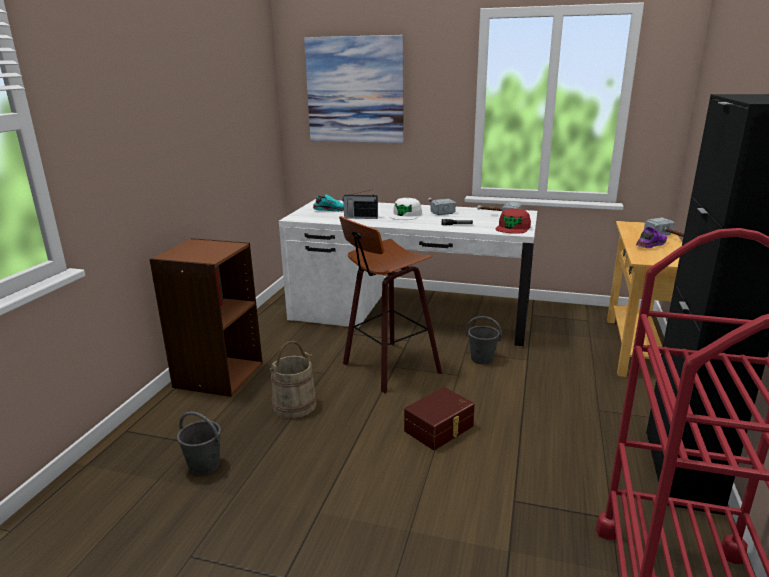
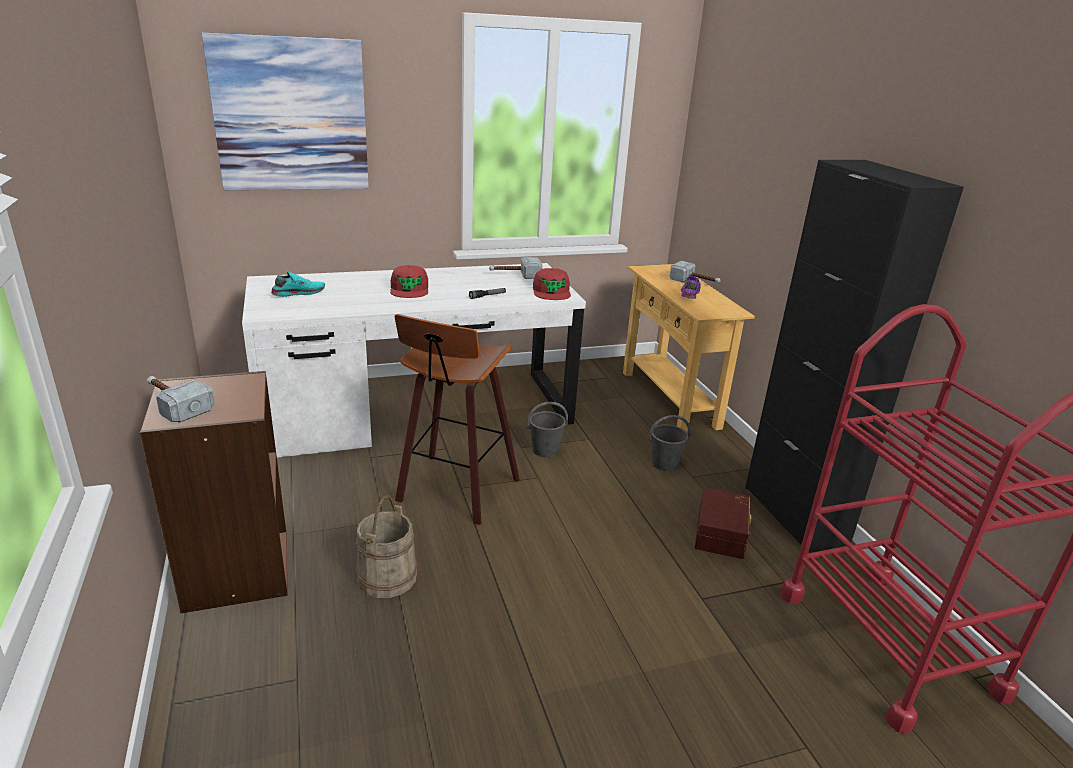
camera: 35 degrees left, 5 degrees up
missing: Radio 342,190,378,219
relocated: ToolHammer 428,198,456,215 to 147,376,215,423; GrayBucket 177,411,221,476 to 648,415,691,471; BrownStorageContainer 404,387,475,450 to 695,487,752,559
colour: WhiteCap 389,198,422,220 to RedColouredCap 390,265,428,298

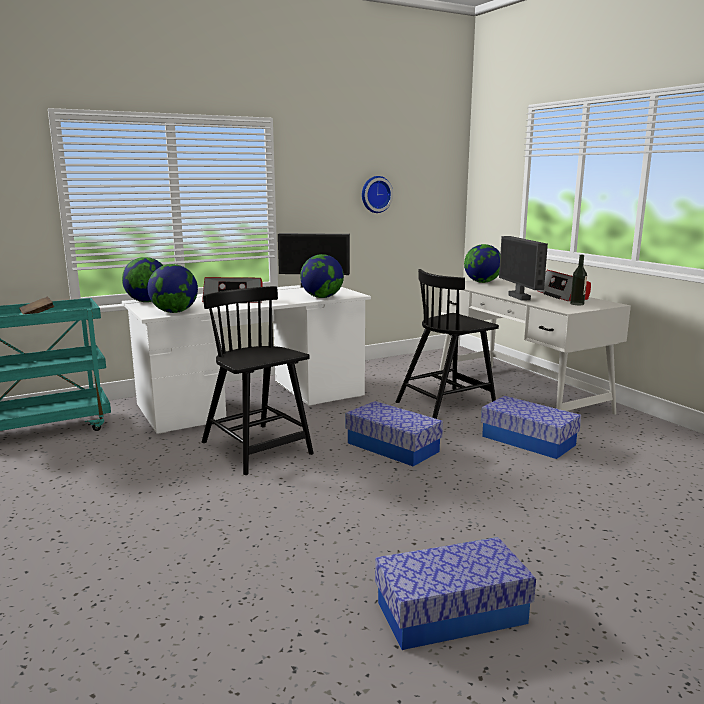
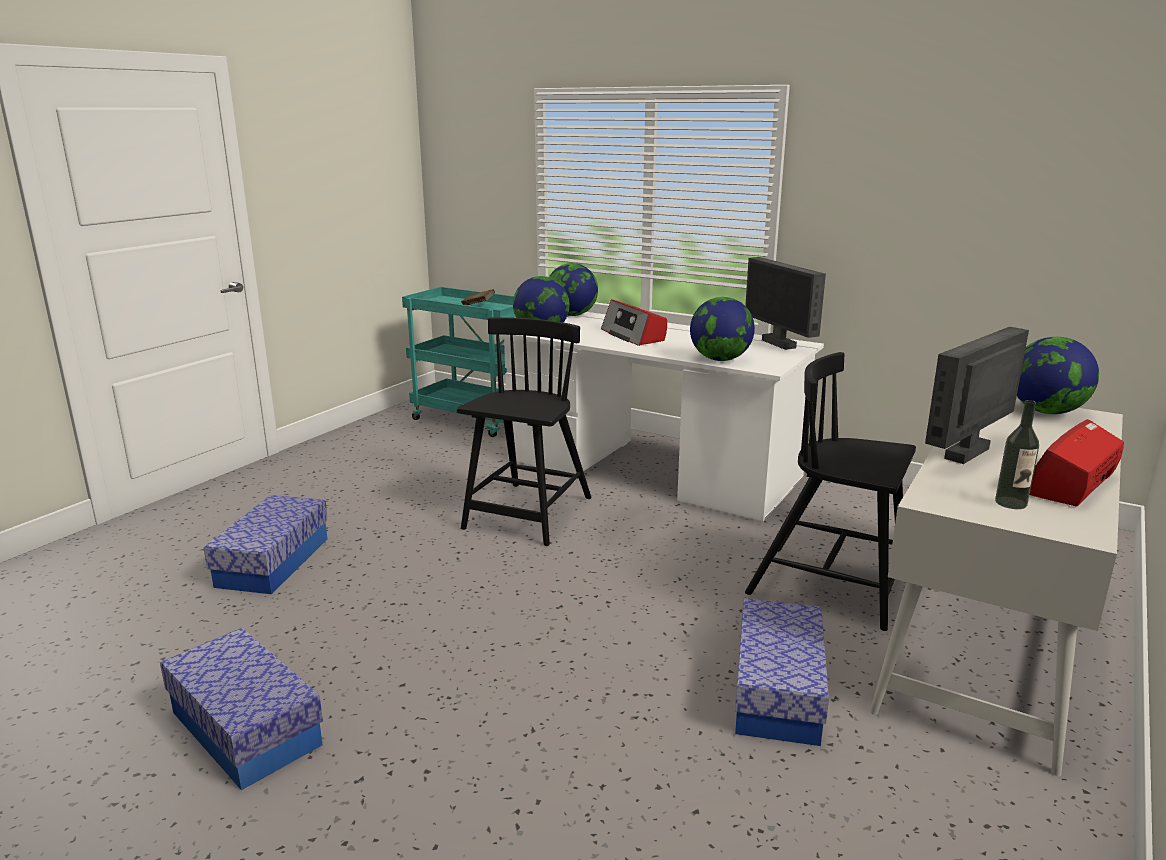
camera: 60 degrees right, 5 degrees up
missing: WallClock 362,176,393,213
relocated: StorageContainer 346,401,443,466 to 204,495,328,594

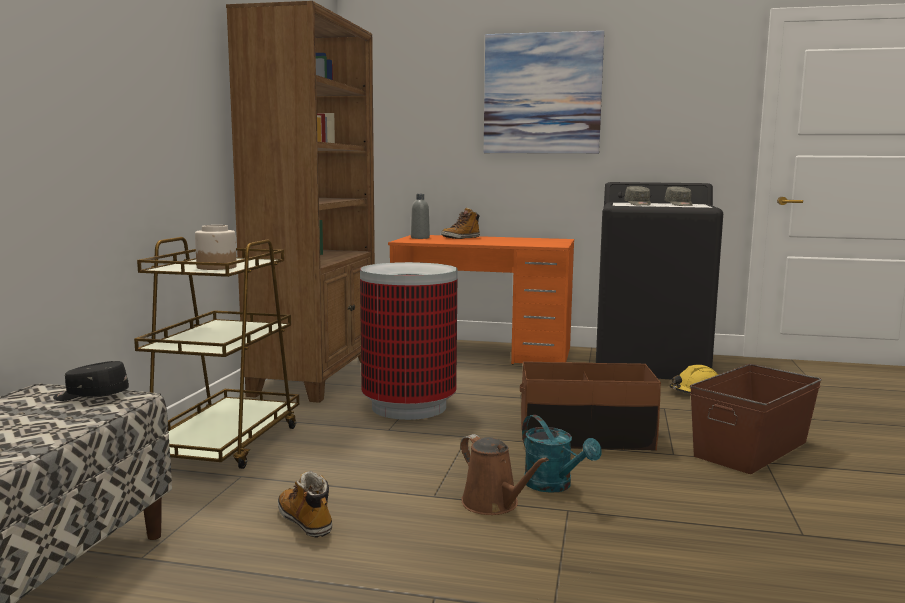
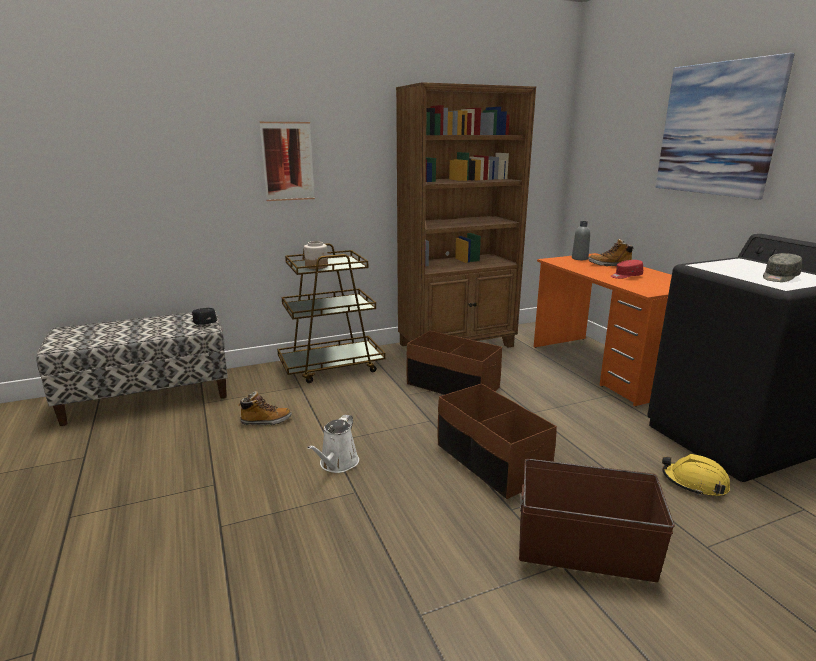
camera: 55 degrees right, 10 degrees up
missing: TurquoiseColouredWateringCan 522,415,602,493; GrayCap 624,186,651,205
appeared: WallPicture 260,122,315,201; RedColouredCap 611,260,643,279
exchanged: RubbishBin 360,262,457,420 to BrownStorageContainer 406,331,502,395
colour: BrownWateringCan 461,434,549,515 to WhiteWateringCan 307,415,359,473
spun: Boot 278,471,332,538 = 238,391,292,425 60 degrees clockwise

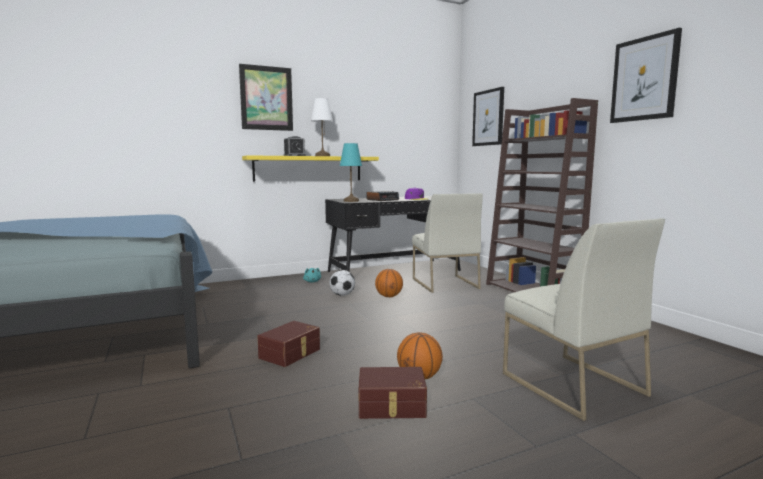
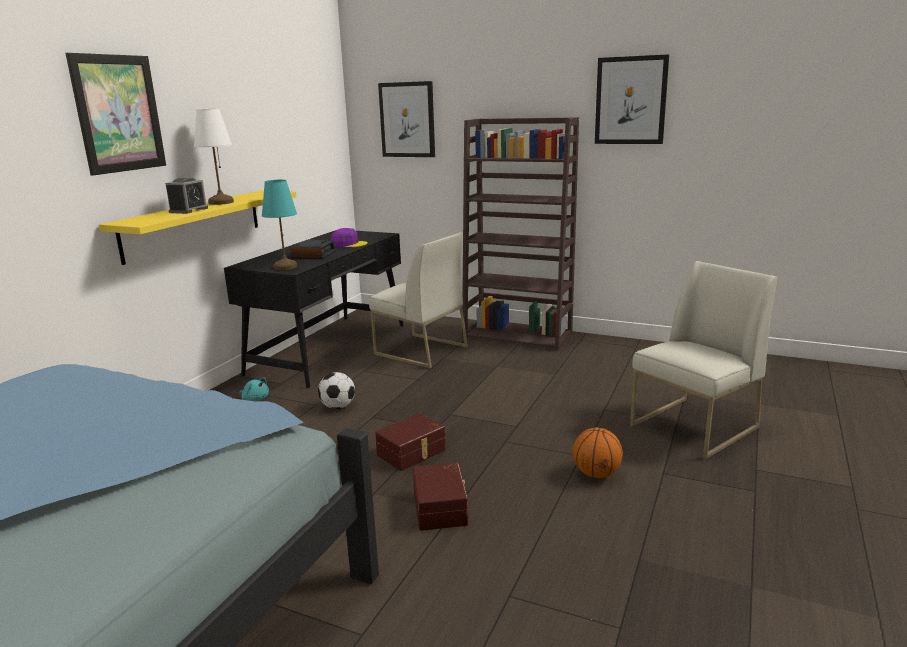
camera: 40 degrees left, 10 degrees up
missing: BallForBasketball 375,269,403,297
relocated: BrownStorageContainer 359,367,427,419 to 375,413,446,471
spun: WhitePlainChair 503,218,665,421 = 630,261,777,459 60 degrees counterclockwise

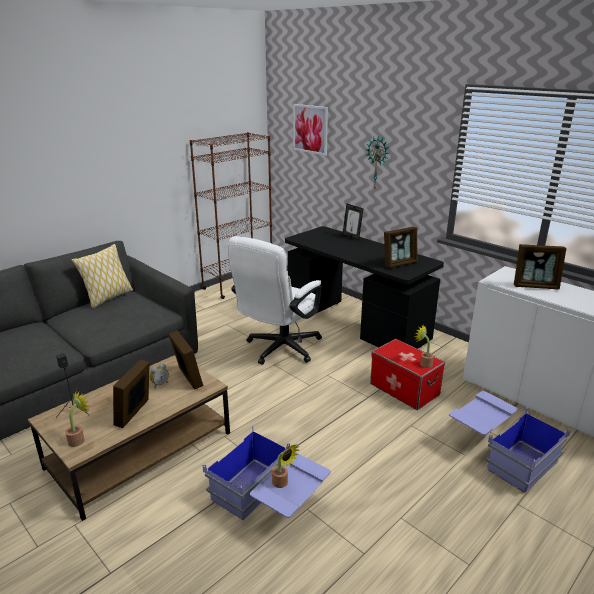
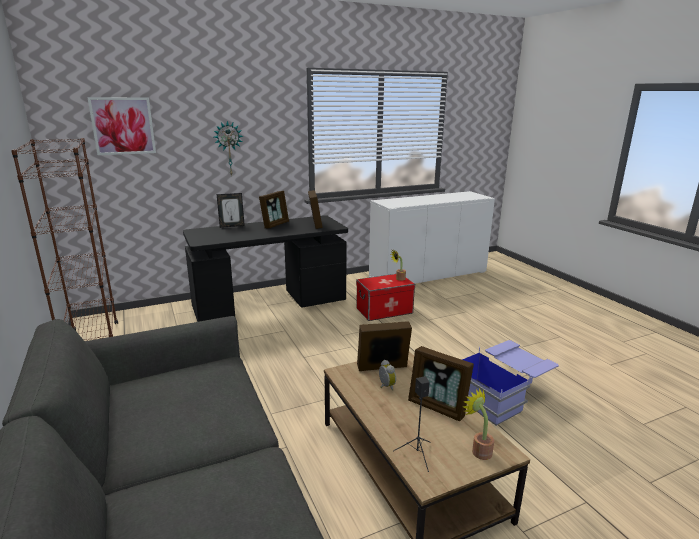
camera: 70 degrees left, 5 degrees down
missing: Pillow 72,244,133,309; WhiteDeskChair 228,236,322,365; Houseplant 272,444,299,488; BluishStorageContainer 449,391,571,493
relocated: PhotoFrame 514,244,566,290 to 259,191,289,228

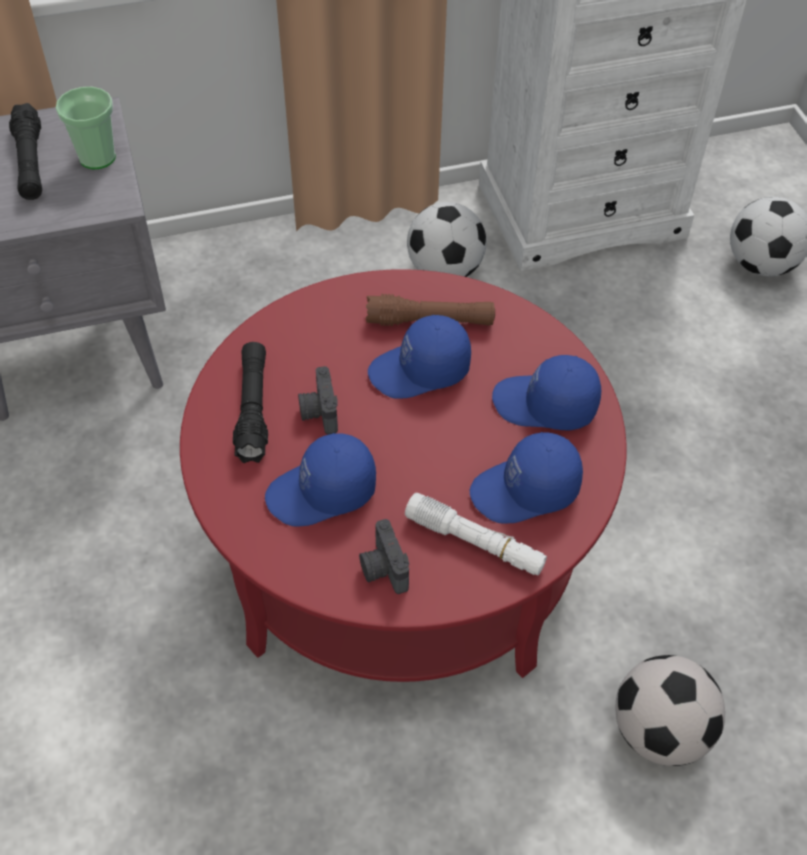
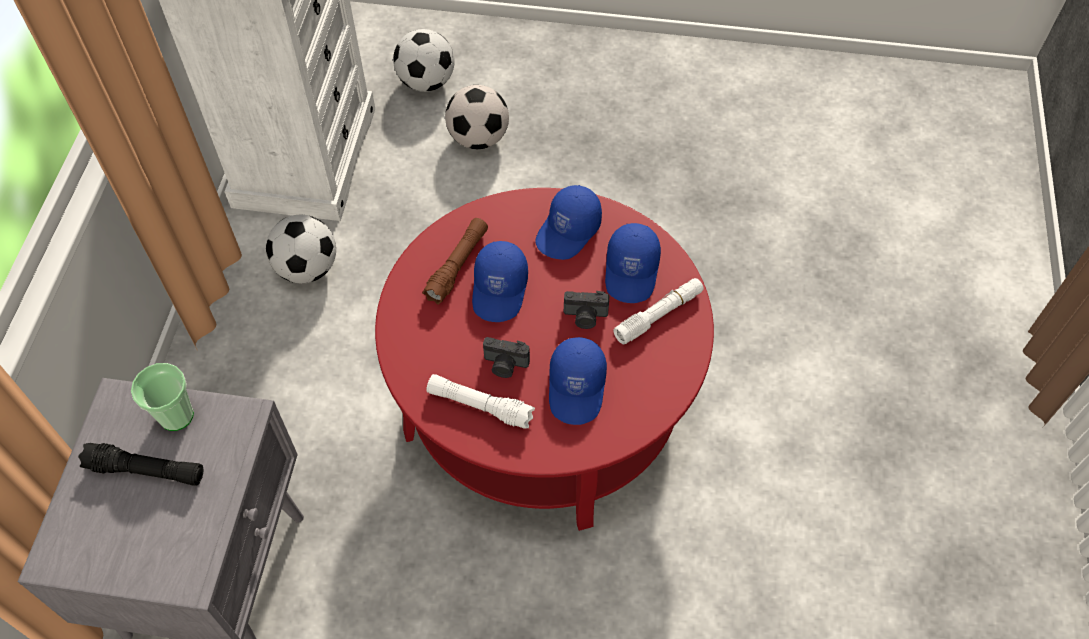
camera: 65 degrees left, 5 degrees up
relocated: Football 615,655,725,766 to 445,85,509,149; PhotoCamera 359,519,409,594 to 564,291,609,329
colour: BlackTorch 233,342,268,463 to WhiteTorch 426,374,535,429

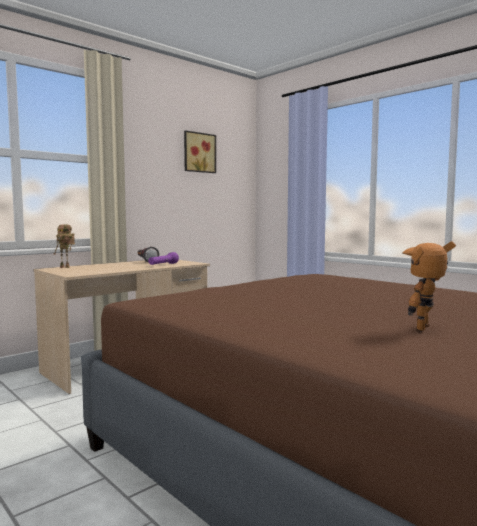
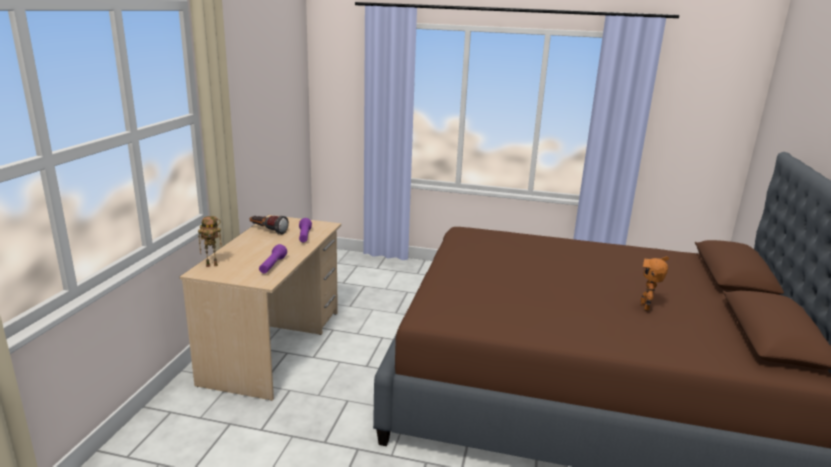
camera: 35 degrees left, 15 degrees up
missing: WallPicture 184,130,216,173
appeared: PurpleTorch 259,244,287,274

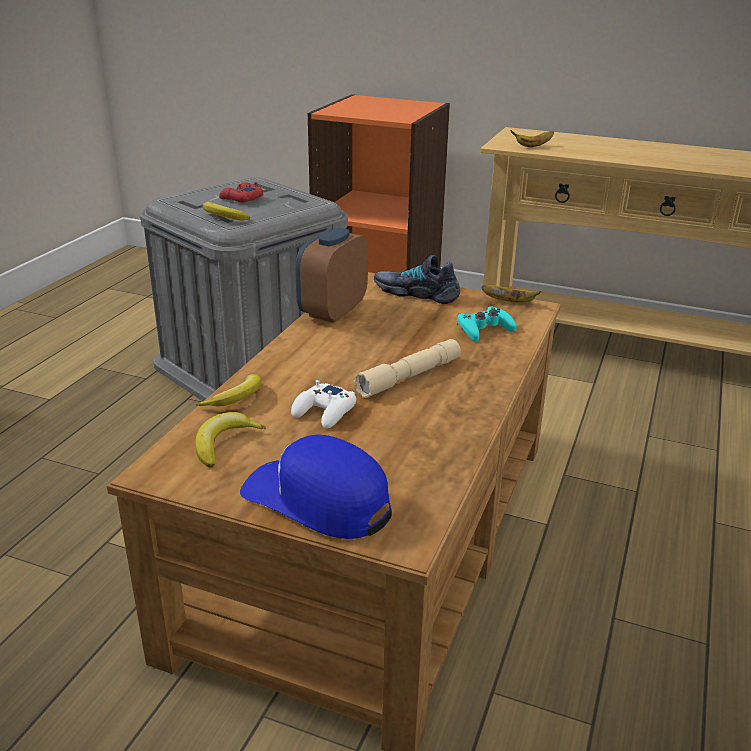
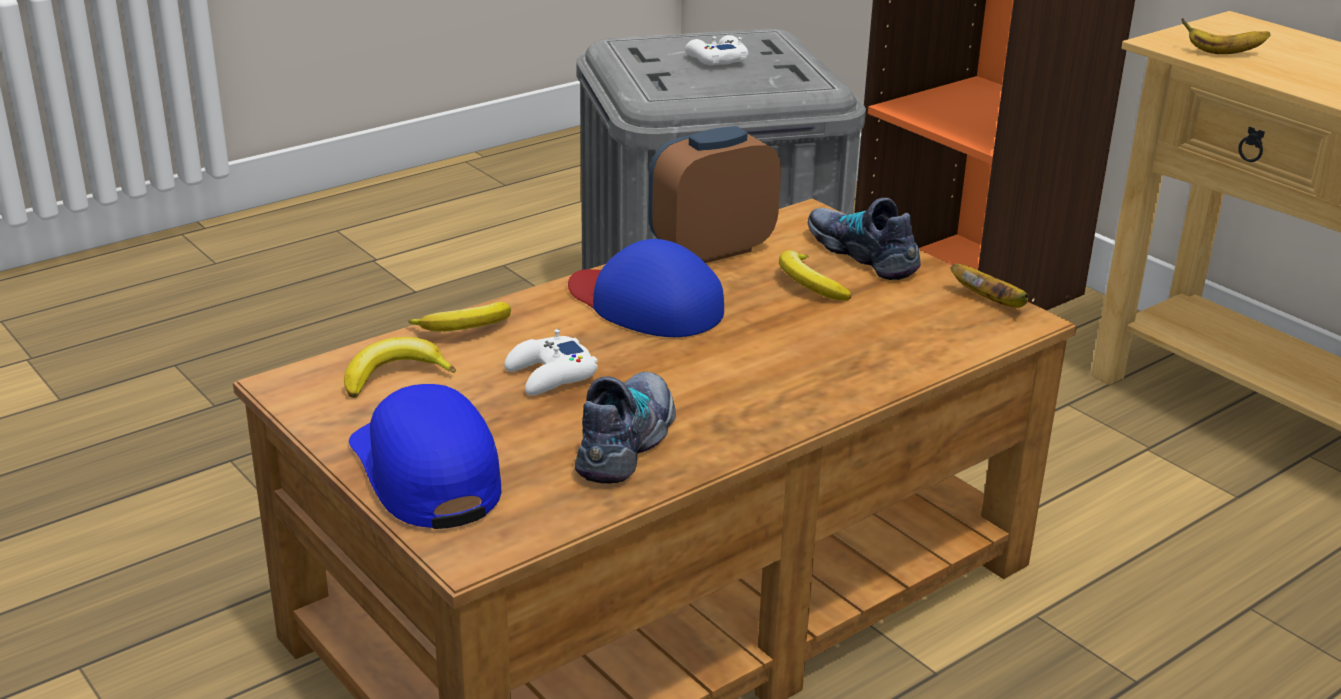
camera: 30 degrees right, 0 degrees up
missing: BeigeTorch 354,339,461,398; TurquoiseColouredGameController 457,306,517,342
appeared: BluishCap 568,239,724,337; LowShoe 575,372,676,484
relocated: BananaFruit 203,202,250,220 to 779,250,851,300
colour: RedColouredGameController 219,182,263,203 to WhiteGameController 685,35,748,65

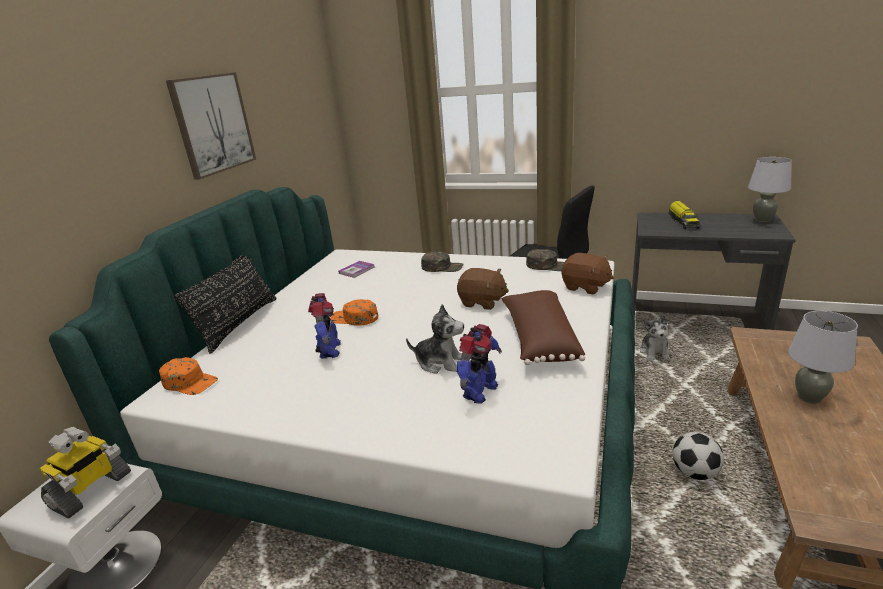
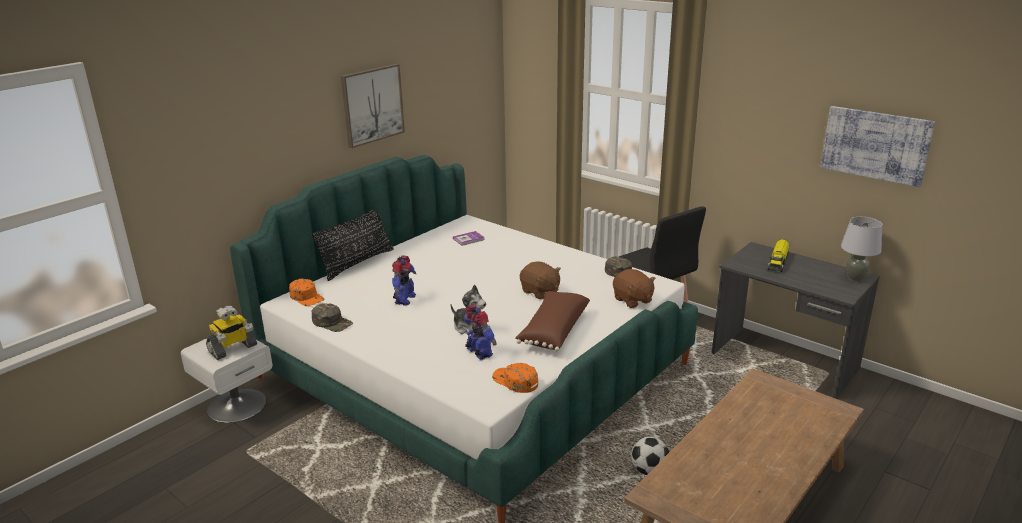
camera: 20 degrees right, 0 degrees up
missing: SoftToy 640,315,670,361; GrayTabletopLamp 788,311,858,404
appeared: WallPicture 820,106,935,187
relocated: GreenColouredCap 421,252,463,272 to 311,303,353,332; OrangeyCap 330,299,378,326 to 492,363,538,393
spun: RobotFigure 457,324,502,404 = 464,304,497,360 90 degrees counterclockwise

